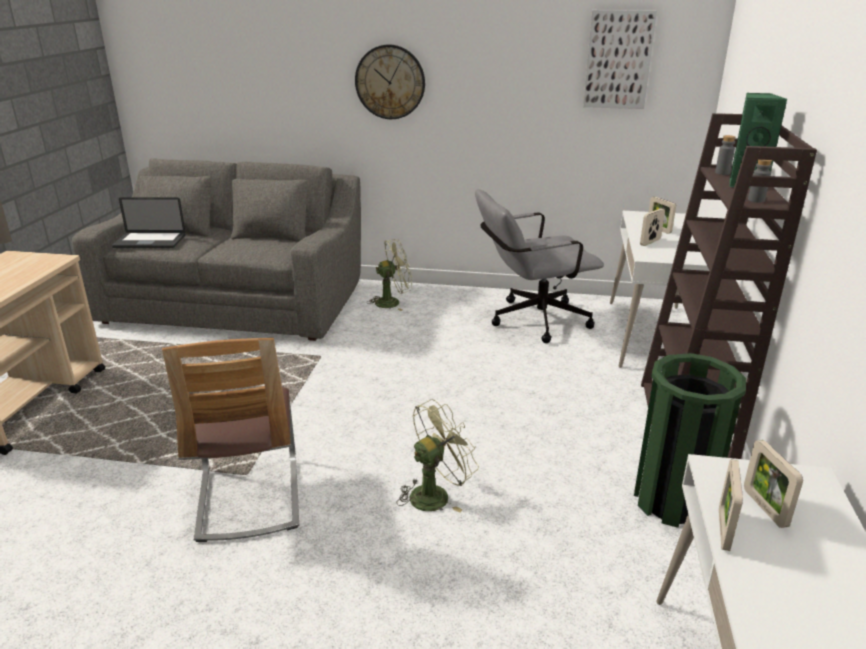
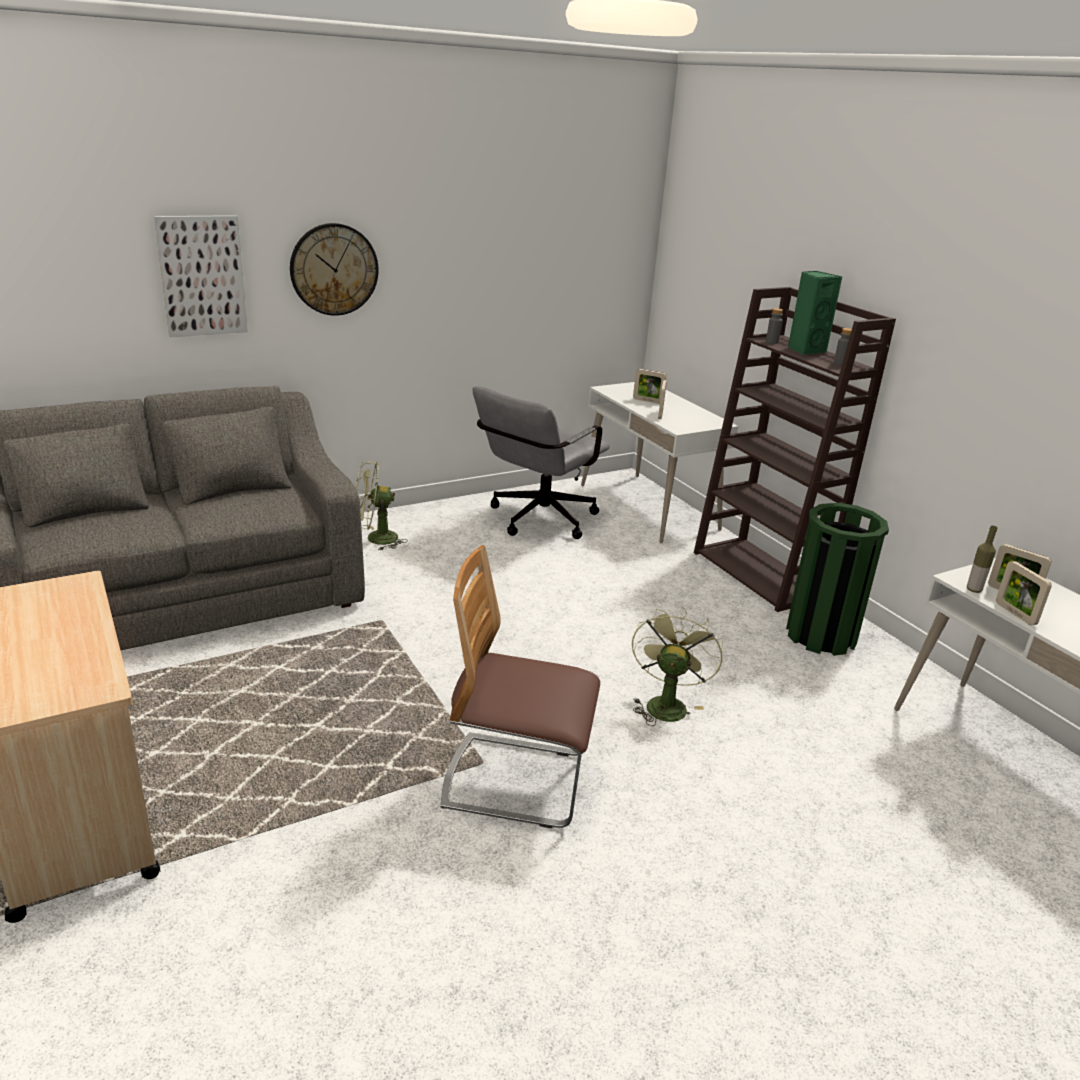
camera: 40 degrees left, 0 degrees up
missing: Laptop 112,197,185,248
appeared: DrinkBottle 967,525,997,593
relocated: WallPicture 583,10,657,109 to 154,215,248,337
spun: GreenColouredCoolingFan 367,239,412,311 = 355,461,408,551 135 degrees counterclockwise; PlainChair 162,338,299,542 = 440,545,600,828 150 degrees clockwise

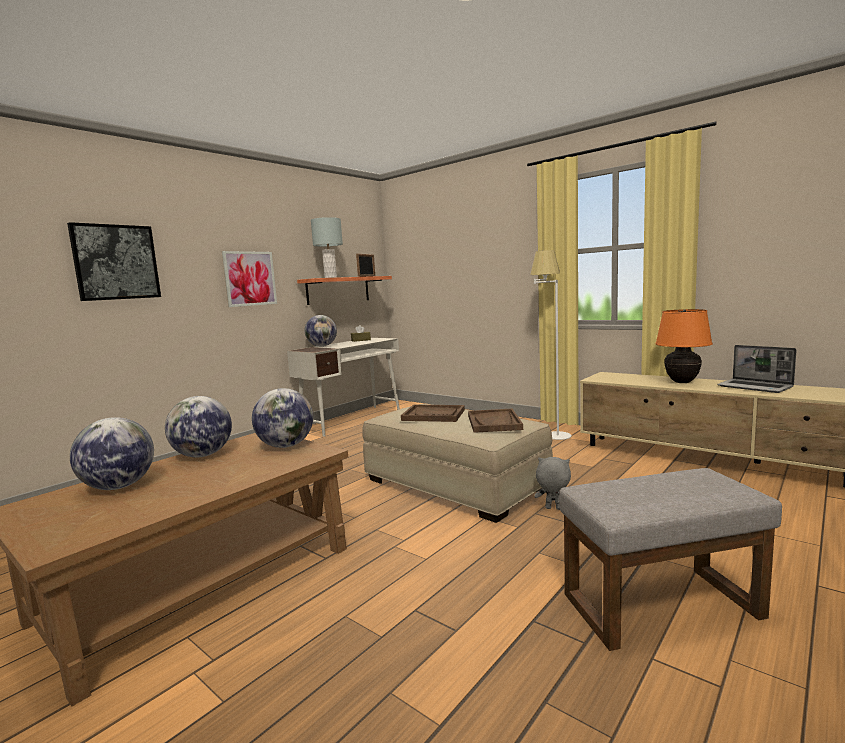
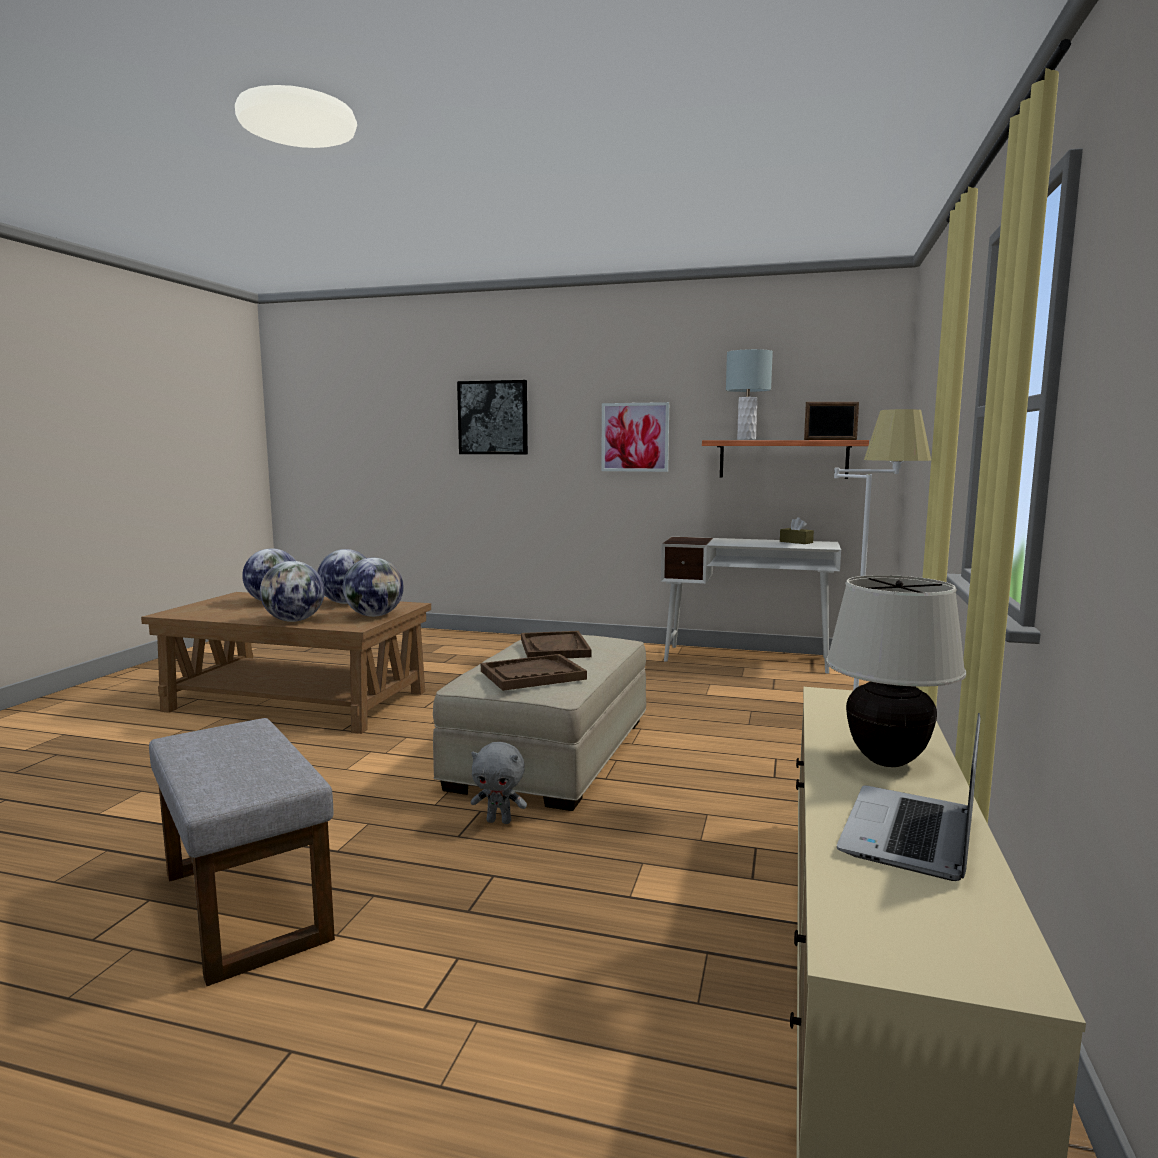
camera: 65 degrees right, 0 degrees up
relocated: Globe 305,315,337,347 to 260,561,325,622
colour: OrangeyTabletopLamp 655,309,713,383 to BeigeTabletopLamp 826,575,966,767
spun: GraySoftToy 534,457,571,510 = 471,742,527,824 105 degrees clockwise

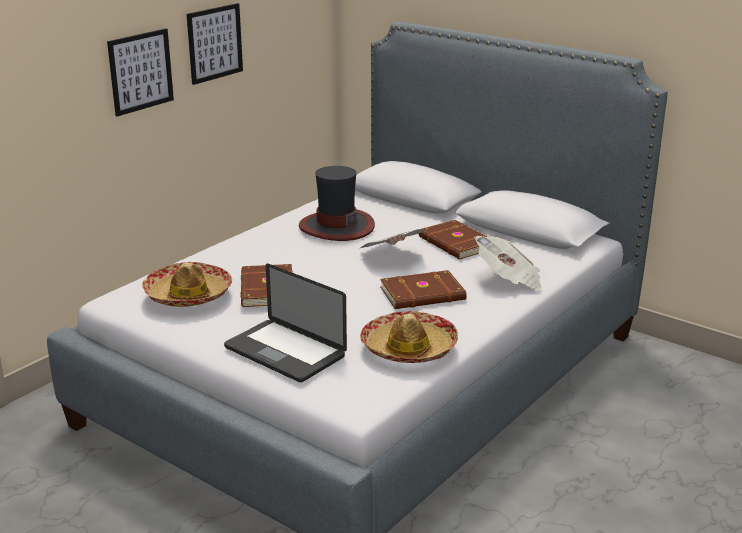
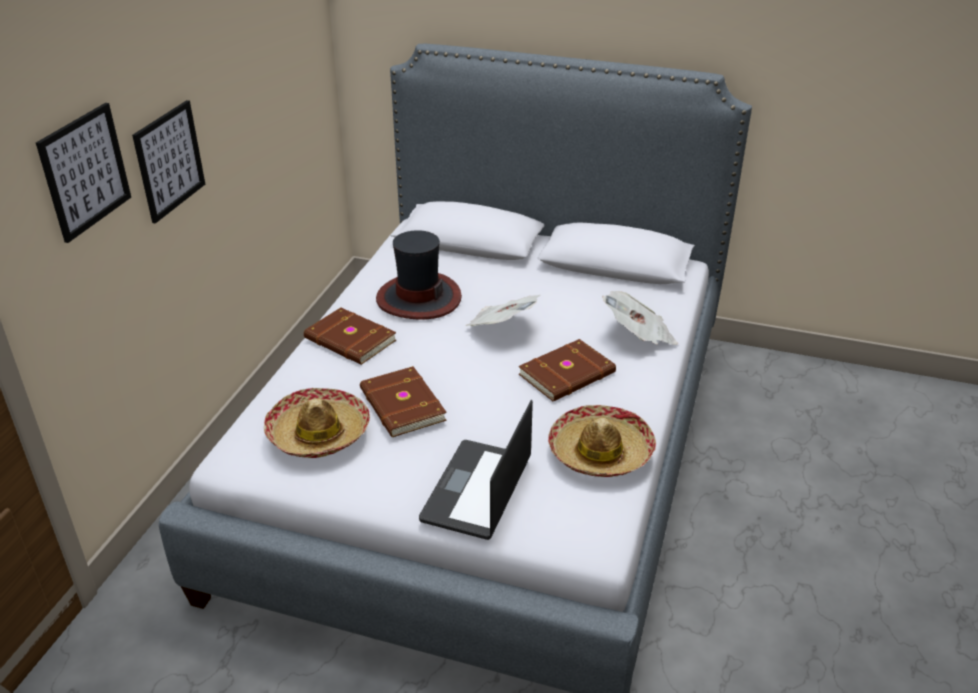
camera: 20 degrees left, 10 degrees up
relocated: WallPicture 187,3,243,85 to 36,103,131,243; BrownBoundBook 419,220,487,259 to 304,308,396,365
spun: Laptop 224,263,347,382 = 419,400,533,540 90 degrees clockwise

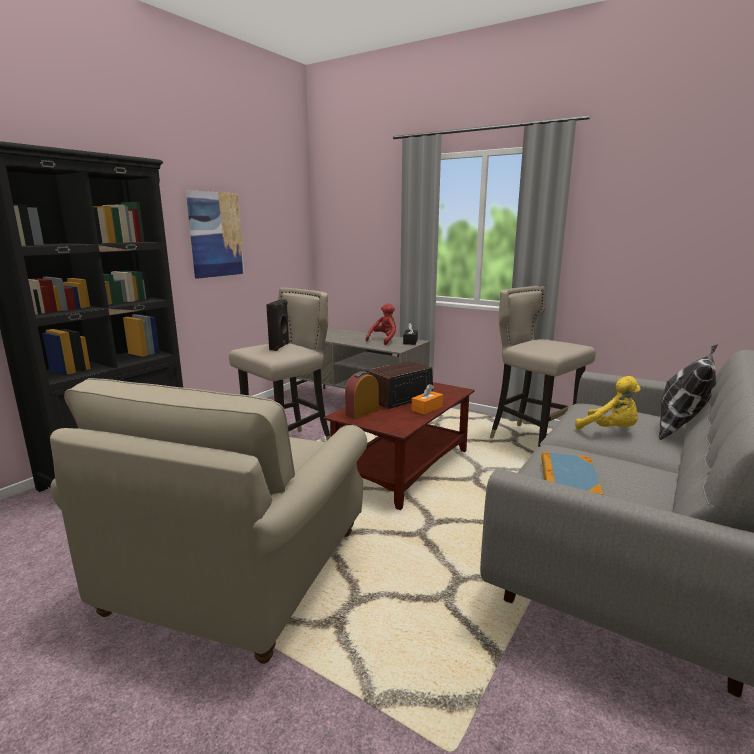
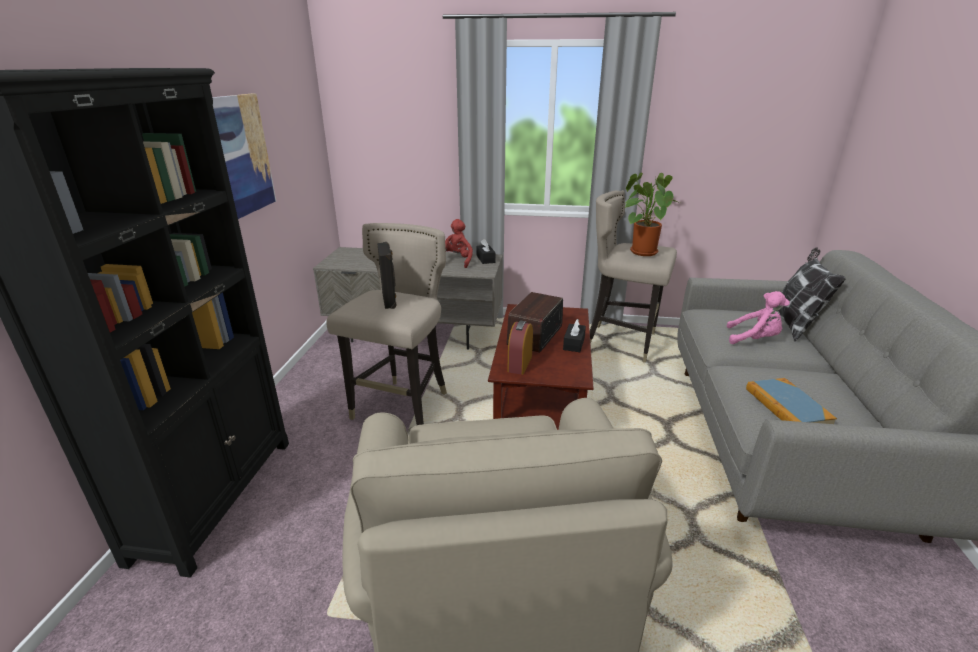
camera: 25 degrees left, 10 degrees up
appeared: Houseplant 625,173,680,256
colour: OrangeyBoxOfTissues 412,384,443,415 to BlackBoxOfTissues 563,319,586,352; YellowColouredSoftToy 575,376,641,429 to PinkSoftToy 726,291,790,344

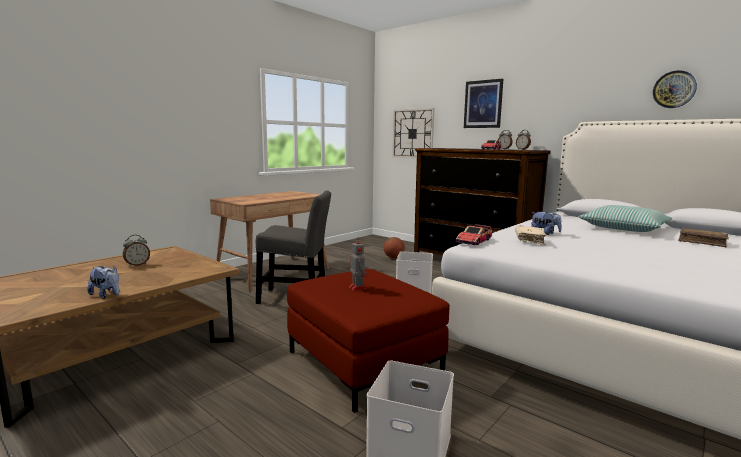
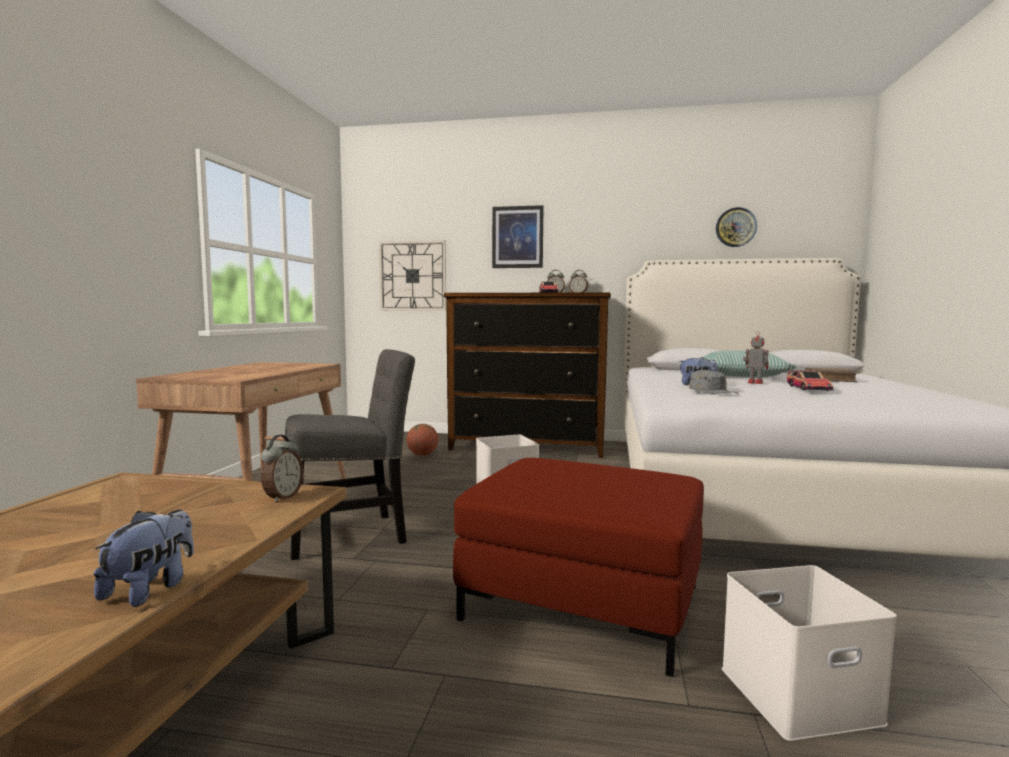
camera: 30 degrees left, 5 degrees down
relocated: BedsideClock 123,235,150,267 to 261,435,303,503; RobotFigure 349,238,368,291 to 743,331,769,384; MiniatureCar 455,224,492,245 to 787,371,833,391
exchanged: BeigeBoundBook 515,226,547,245 to GrayCap 689,370,739,395
spun: SoftToy 87,266,120,299 = 94,510,194,607 75 degrees counterclockwise

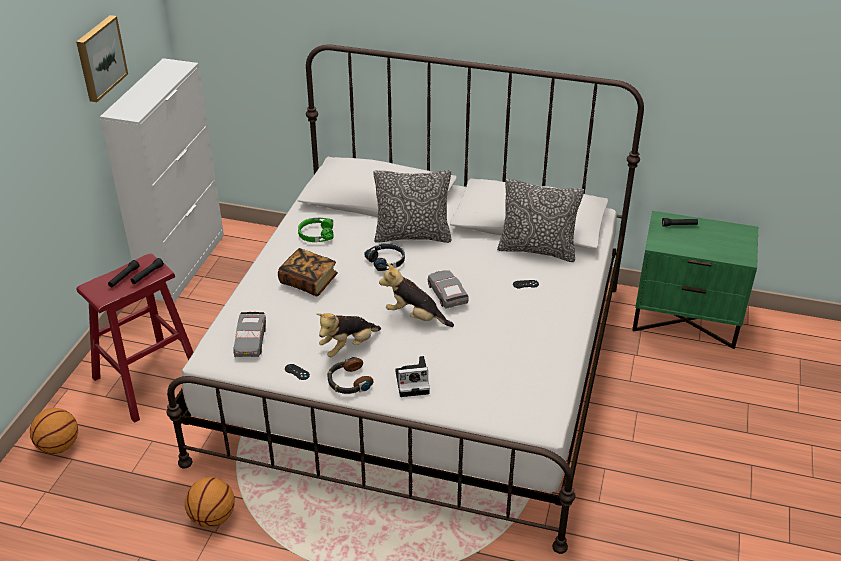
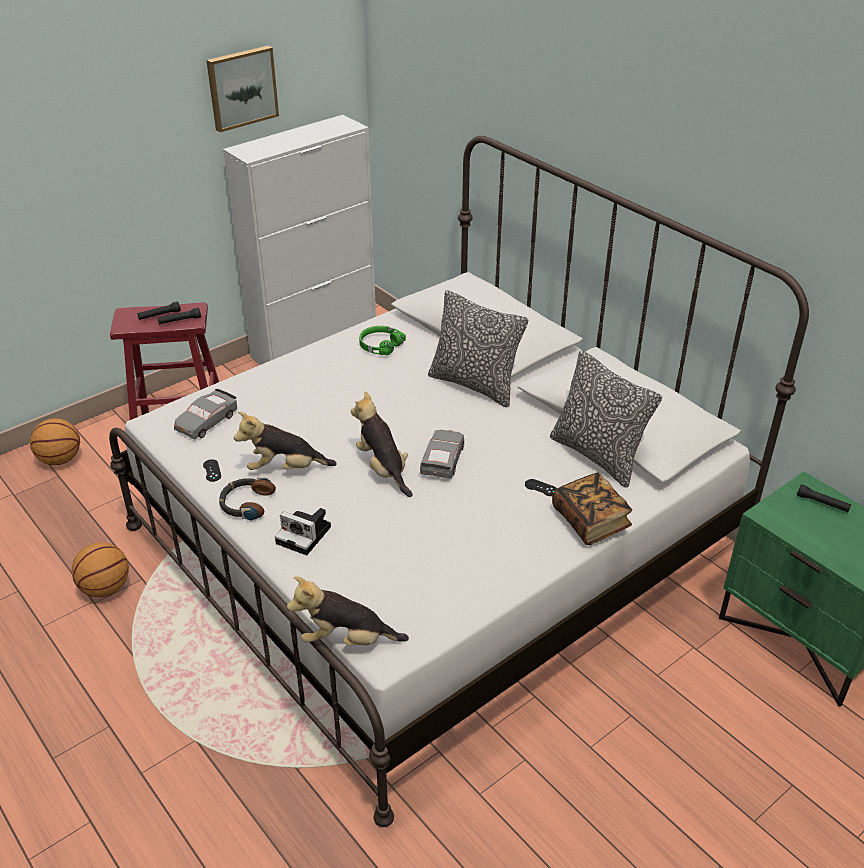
camera: 35 degrees right, 0 degrees up
missing: BlackPairOfHeadphones 364,243,405,271
appeared: SoftToy 287,576,409,646
relocated: BoundBook 278,248,338,296 to 552,472,632,545

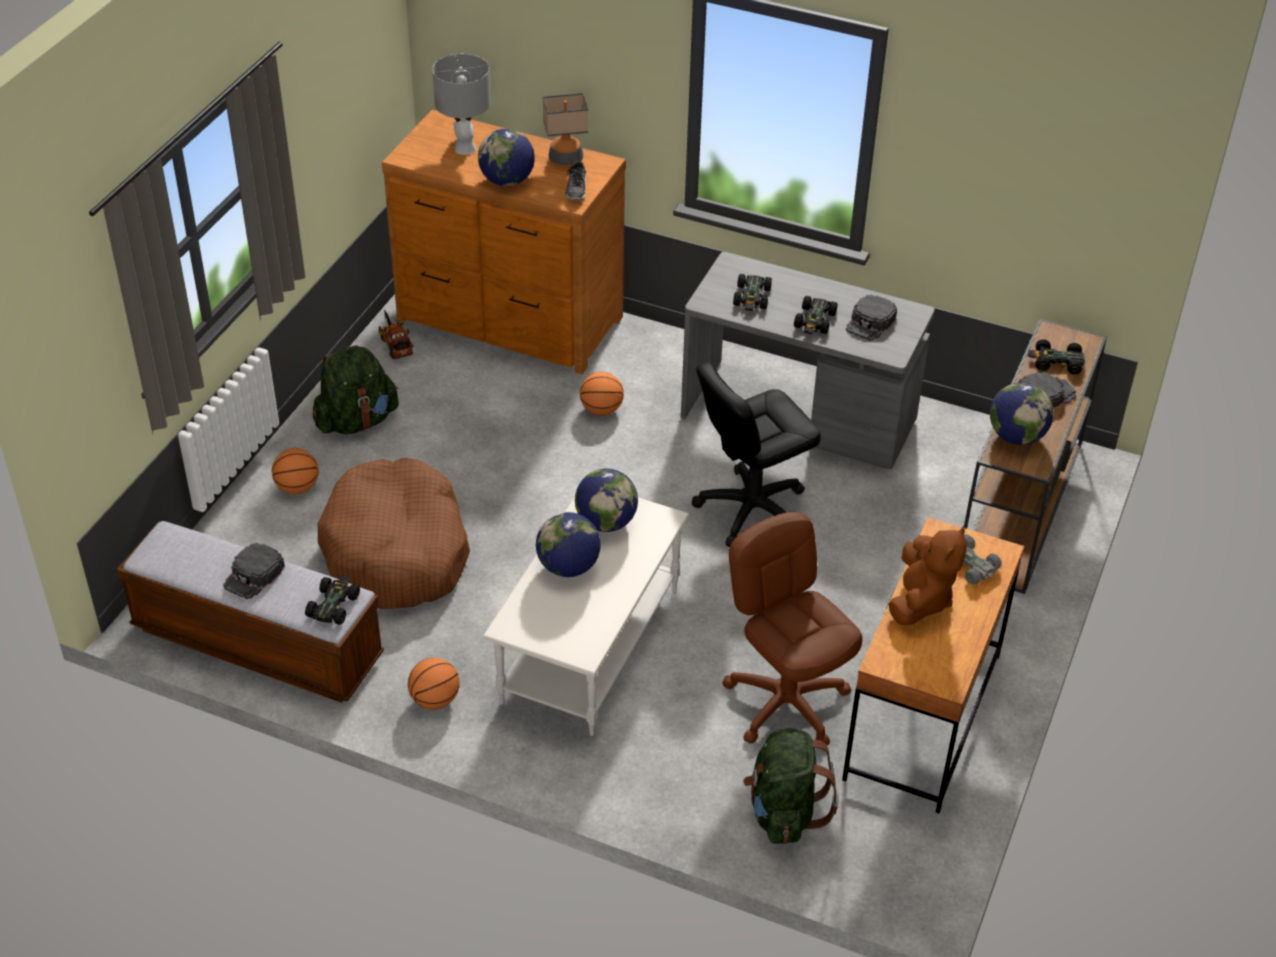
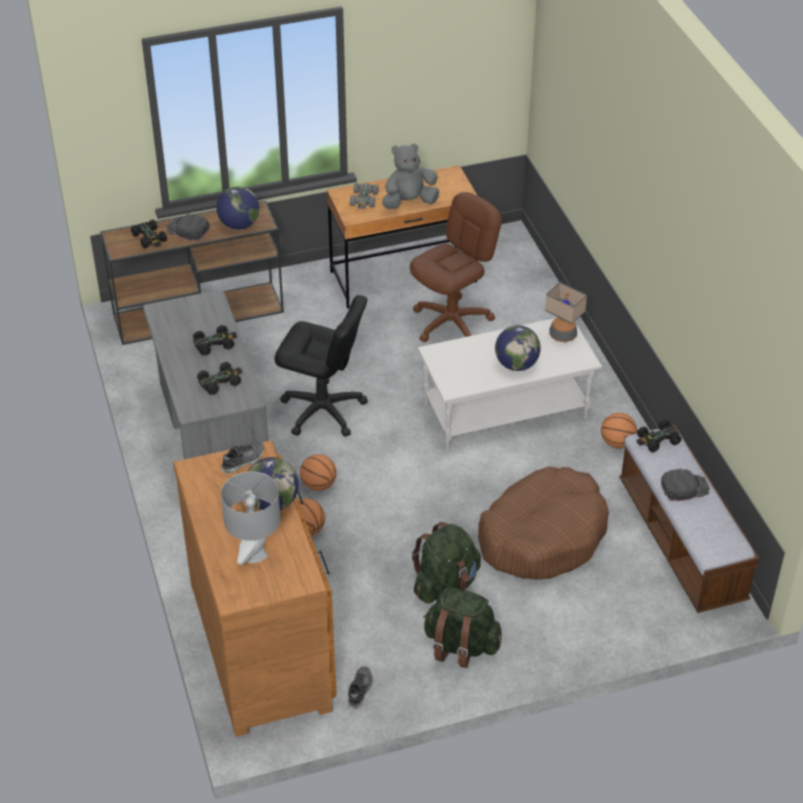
camera: 130 degrees left, 0 degrees up
missing: Globe 575,469,638,532; BlackCap 846,294,897,341
relocated: BallForBasketball 272,448,319,494 to 300,454,337,491; GreenColouredBackpack 743,728,839,844 to 412,522,481,604; TabletopLamp 543,93,588,167 to 545,282,587,342
exchanged: ModelTruck 379,310,413,359 to LowShoe 348,666,372,710
colour: BrownSoftToy 888,526,967,625 to GraySoftToy 382,144,439,209
spun: BrownDeskChair 722,512,862,745 = 410,192,502,342 150 degrees counterclockwise

